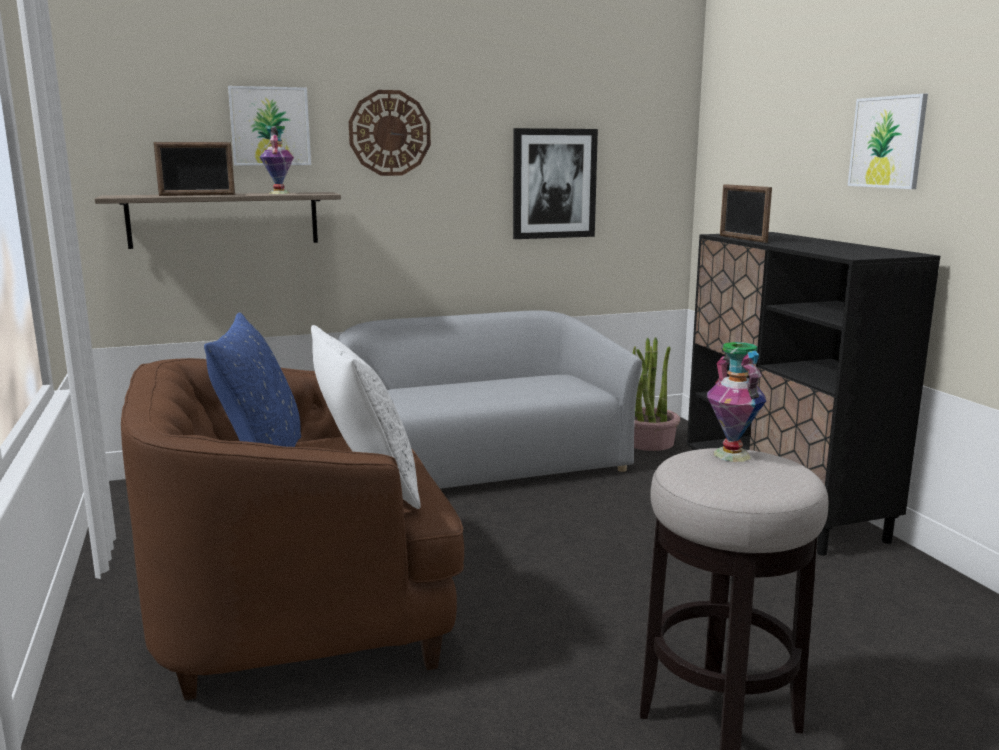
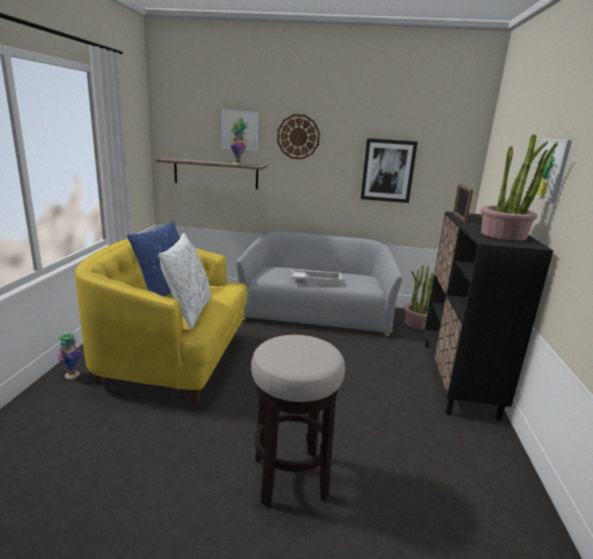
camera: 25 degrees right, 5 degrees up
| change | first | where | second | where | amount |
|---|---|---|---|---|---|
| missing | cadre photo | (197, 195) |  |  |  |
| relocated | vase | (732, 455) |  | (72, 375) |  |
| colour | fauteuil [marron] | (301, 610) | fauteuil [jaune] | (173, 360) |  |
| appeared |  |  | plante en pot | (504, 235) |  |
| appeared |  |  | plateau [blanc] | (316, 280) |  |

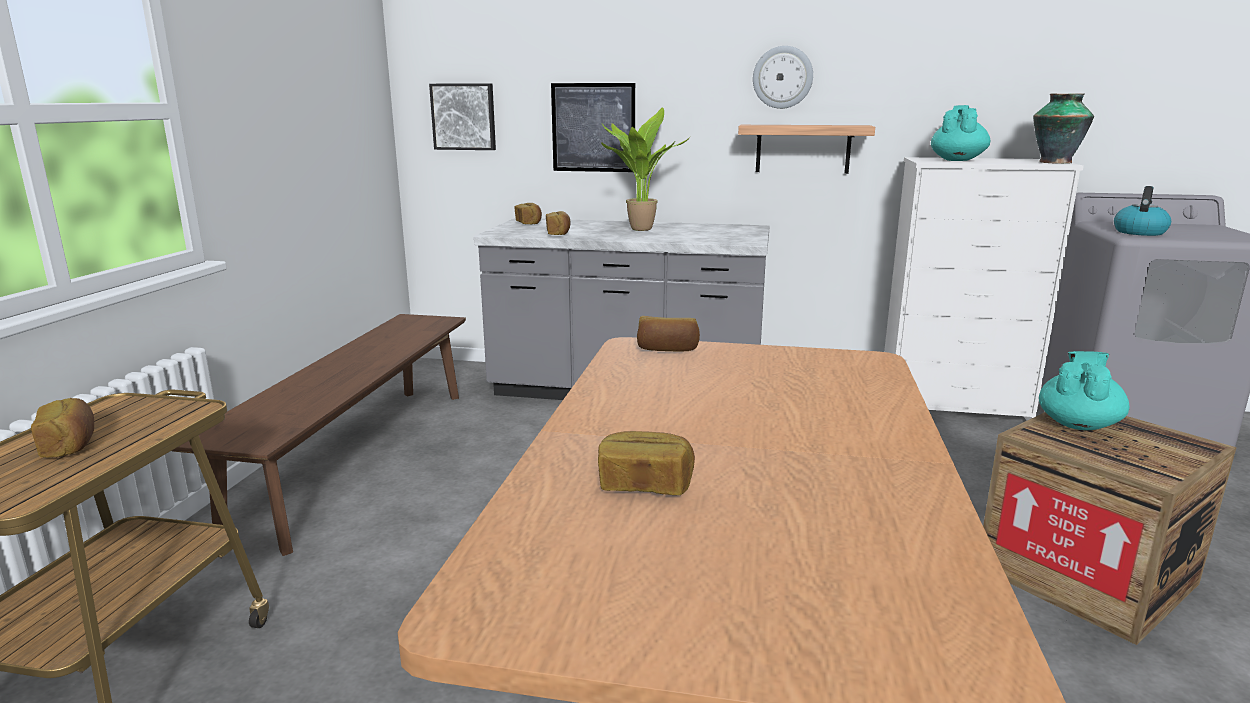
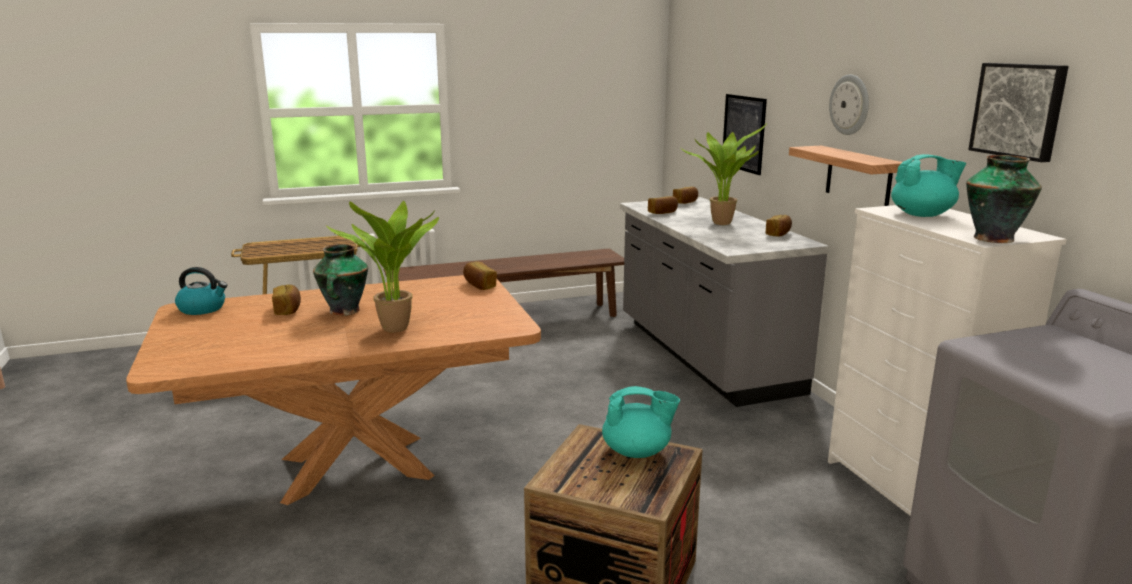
camera: 60 degrees right, 0 degrees up
| change | first | where | second | where | amount |
|---|---|---|---|---|---|
| relocated | tableau | (464, 117) |  | (1019, 110) |  |
| relocated | bouilloire | (1139, 232) |  | (203, 309) |  |
| relocated | pain | (70, 445) |  | (778, 234) |  |
| appeared |  |  | plante en pot | (398, 330) |  |
| appeared |  |  | vase | (344, 311) |  |

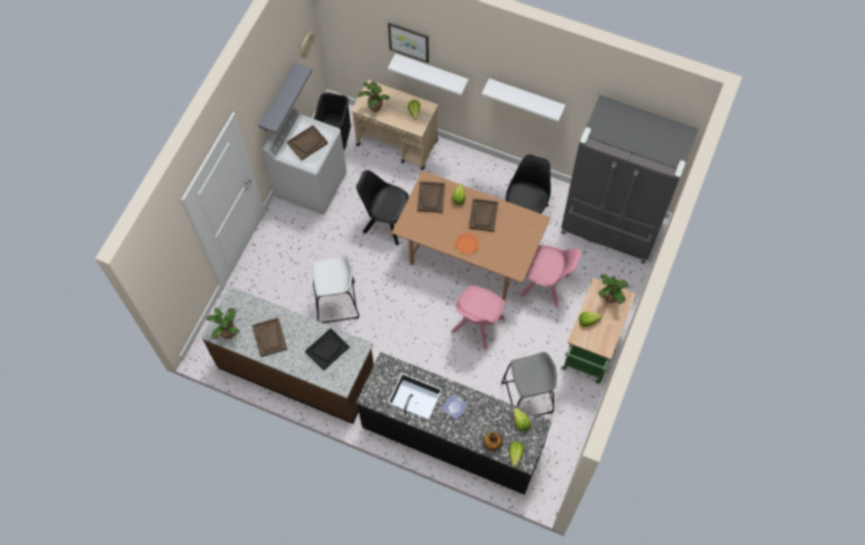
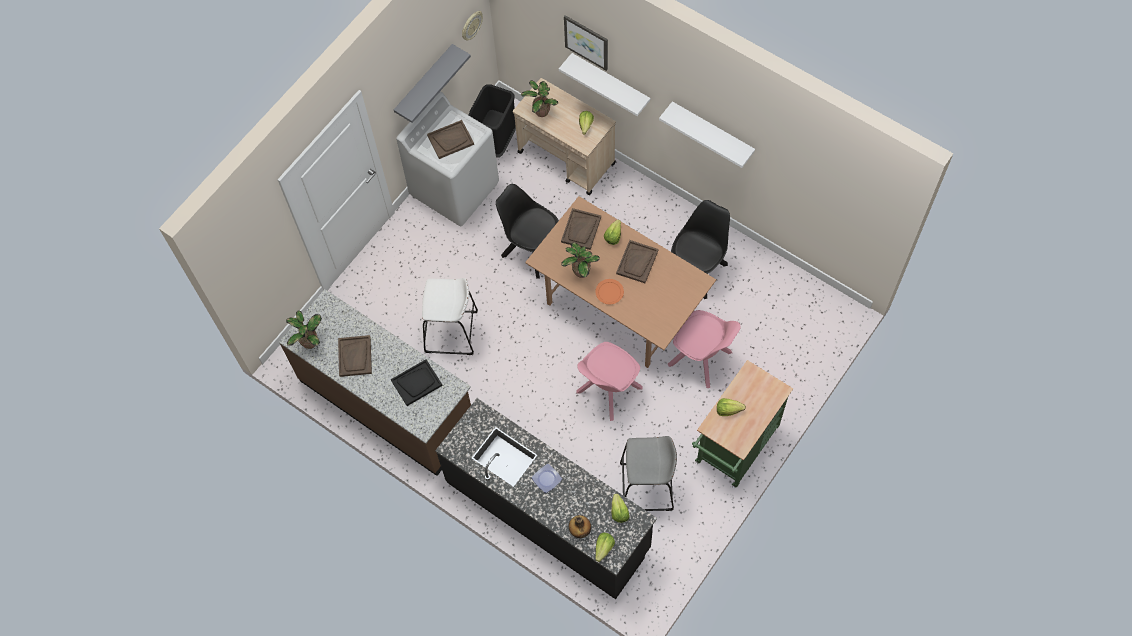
camera: 15 degrees right, 0 degrees up
| change | first | where | second | where | amount |
|---|---|---|---|---|---|
| missing | réfrigérateur [gris] | (611, 227) |  |  |  |
| relocated | plante en pot | (609, 297) |  | (580, 271) |  |

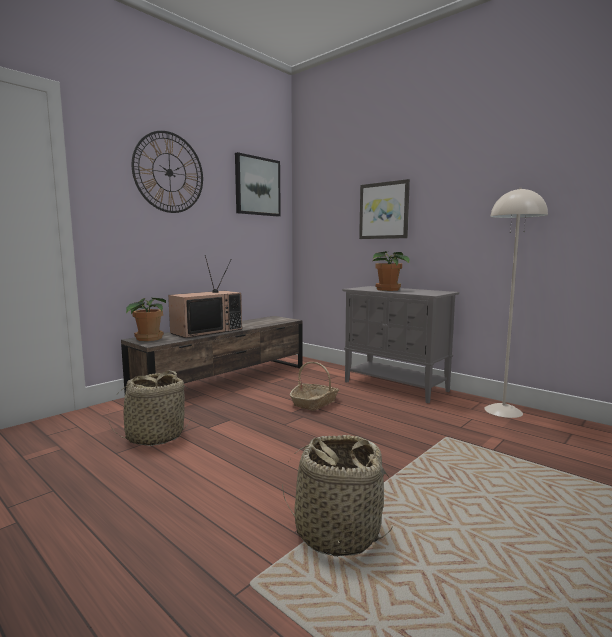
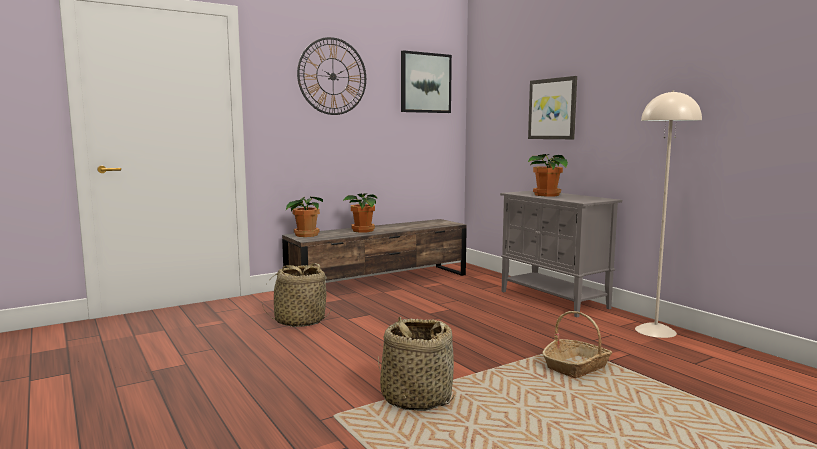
camera: 15 degrees right, 0 degrees up
| change | first | where | second | where | amount |
|---|---|---|---|---|---|
| exchanged | téléviseur | (207, 331) | plante en pot | (362, 230) |  |
| relocated | panier | (314, 403) |  | (576, 367) |  |

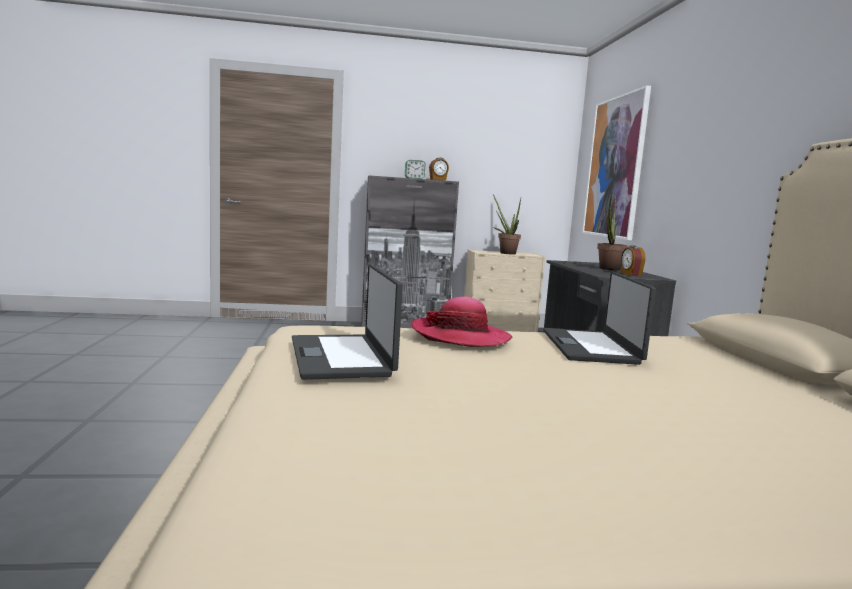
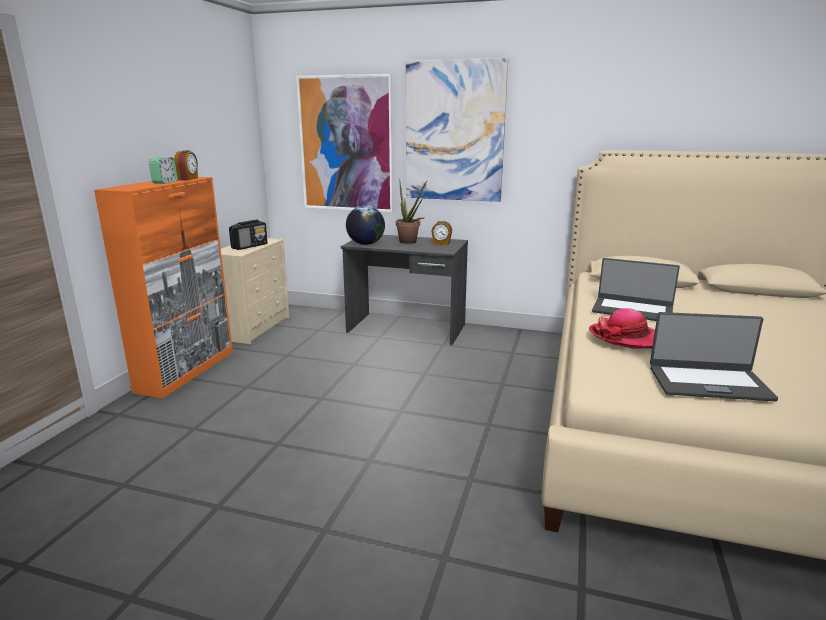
camera: 65 degrees left, 10 degrees up
| change | first | where | second | where | amount |
|---|---|---|---|---|---|
| colour | meuble de rangement [gris] | (405, 327) | meuble de rangement [orange] | (187, 370) |  |
| exchanged | plante en pot | (505, 253) | radio | (250, 246) |  |
| appeared |  |  | tableau | (454, 132) |  |
| appeared |  |  | globe | (365, 244) |  |

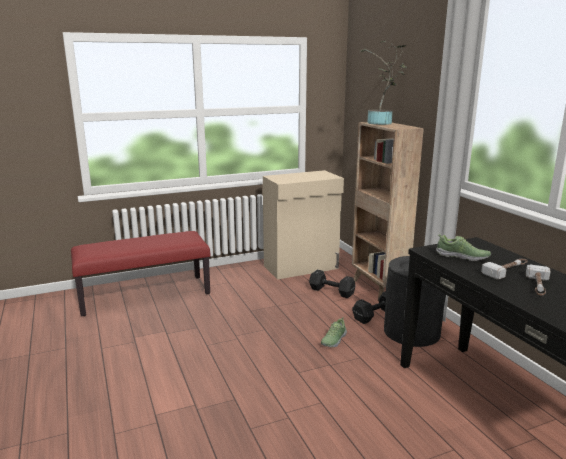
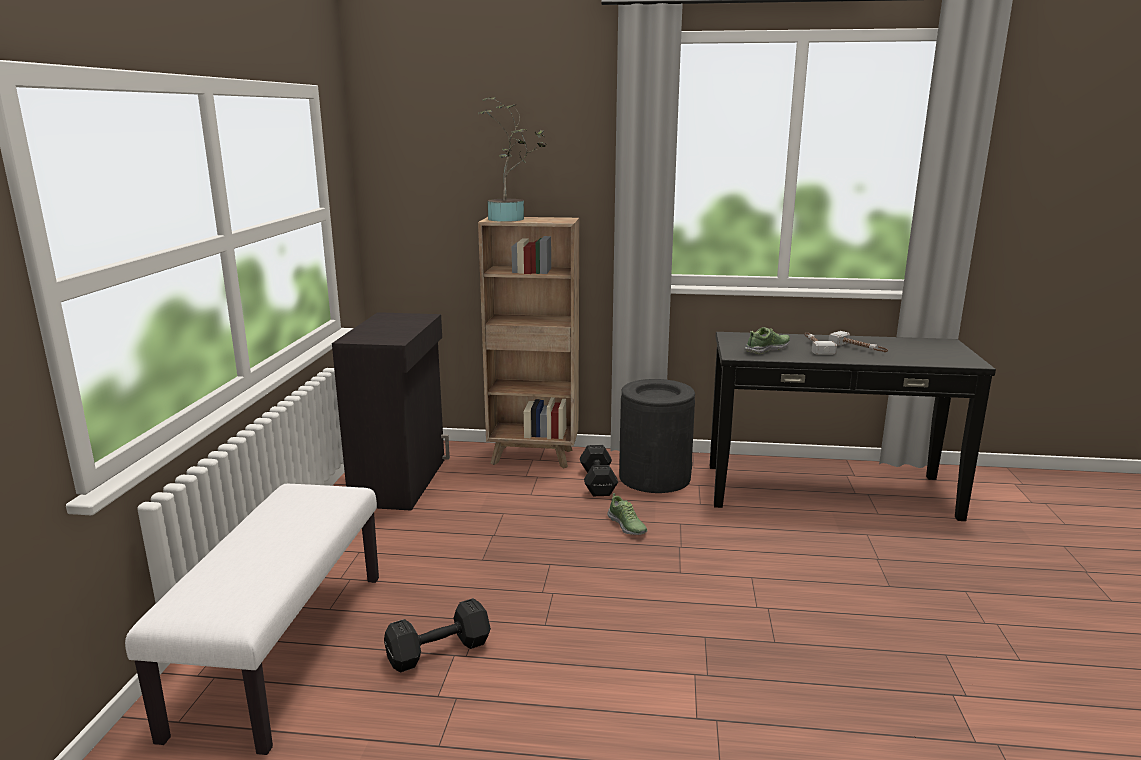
camera: 60 degrees left, 0 degrees up
| change | first | where | second | where | amount |
|---|---|---|---|---|---|
| colour | meuble de rangement [beige] | (302, 267) | meuble de rangement [noir] | (401, 481) |  |
| colour | banc [rouge] | (145, 295) | banc [blanc] | (282, 649) |  |
| relocated | haltère [noir] | (331, 291) |  | (436, 651) |  |

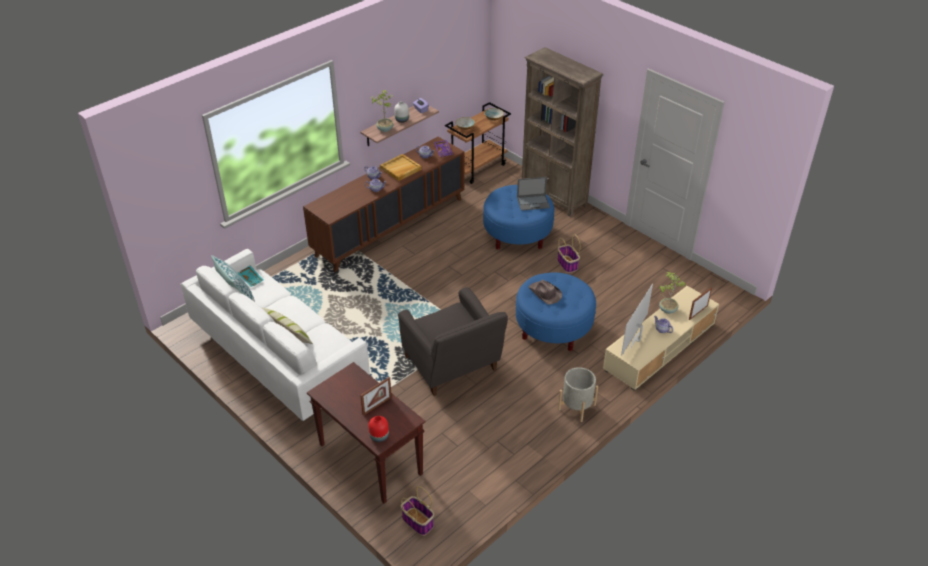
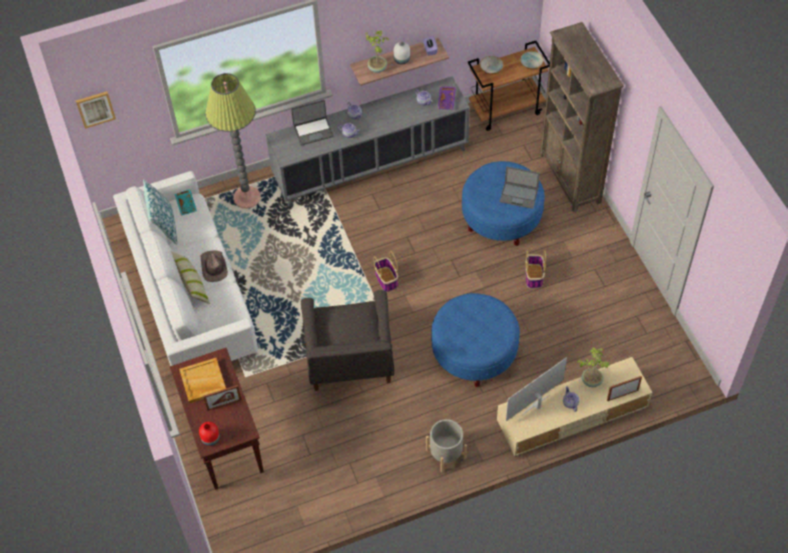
camera: 25 degrees right, 15 degrees up
| change | first | where | second | where | amount |
|---|---|---|---|---|---|
| colour | meuble de rangement [marron] | (389, 227) | meuble de rangement [gris] | (370, 165) |  |
| relocated | plateau [beige] | (400, 169) |  | (203, 382) |  |
| relocated | chapeau [marron] | (545, 293) |  | (213, 267) |  |
| relocated | panier | (418, 522) |  | (386, 280) |  |
| appeared |  |  | lampadaire | (247, 198) |  |
| appeared |  |  | tableau | (95, 109) |  |
| appeared |  |  | ordinateur portable | (313, 131) |  |

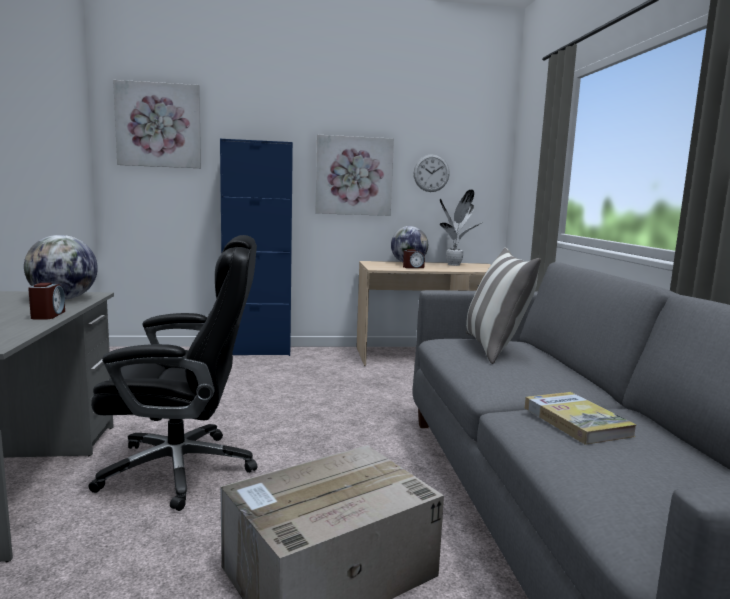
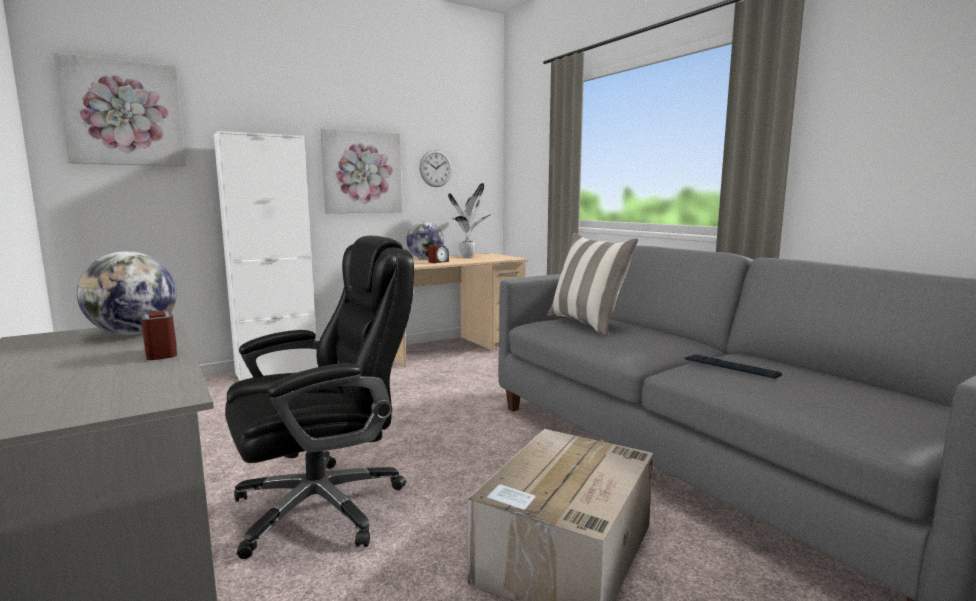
camera: 25 degrees left, 0 degrees up
| change | first | where | second | where | amount |
|---|---|---|---|---|---|
| colour | meuble de rangement [bleu] | (257, 351) | meuble de rangement [blanc] | (277, 371) |  |
| exchanged | livre | (576, 421) | clavier | (731, 367) |  |

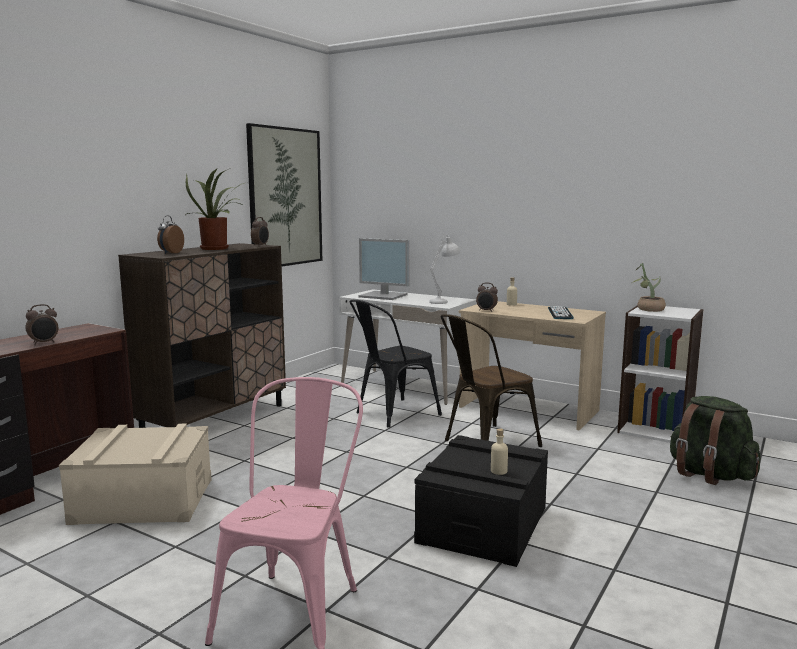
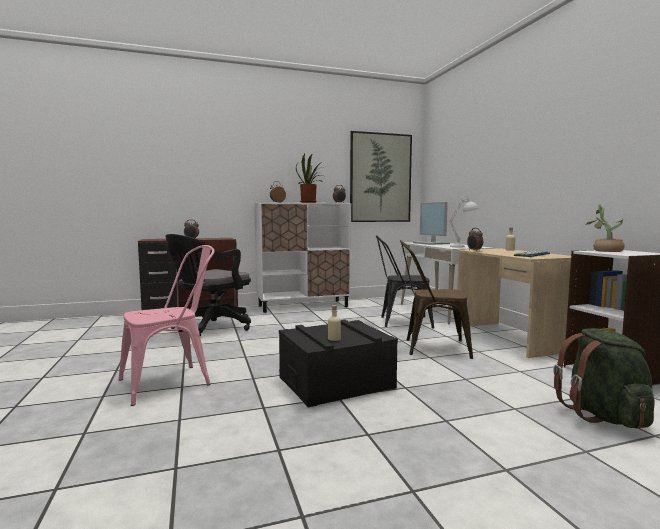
camera: 40 degrees right, 5 degrees down
| change | first | where | second | where | amount |
|---|---|---|---|---|---|
| colour | meuble de rangement [marron] | (216, 419) | meuble de rangement [blanc] | (303, 306) |  |
| exchanged | boîte de rangement [beige] | (143, 500) | chaise de bureau [noir] | (210, 327) |  |

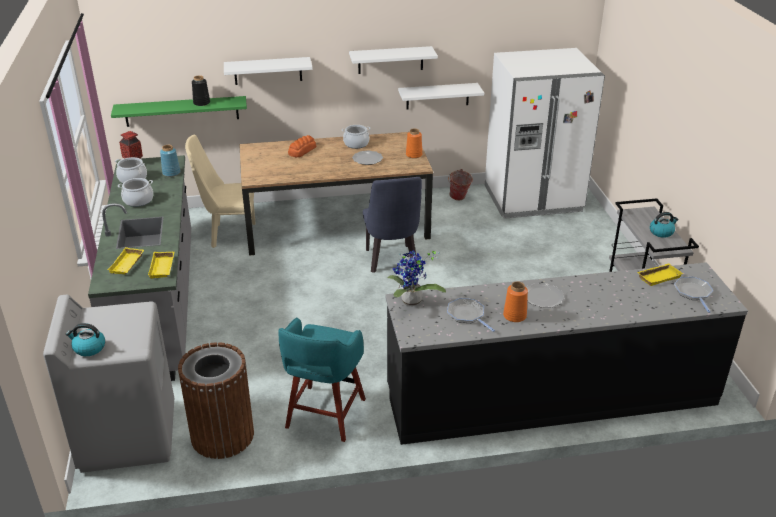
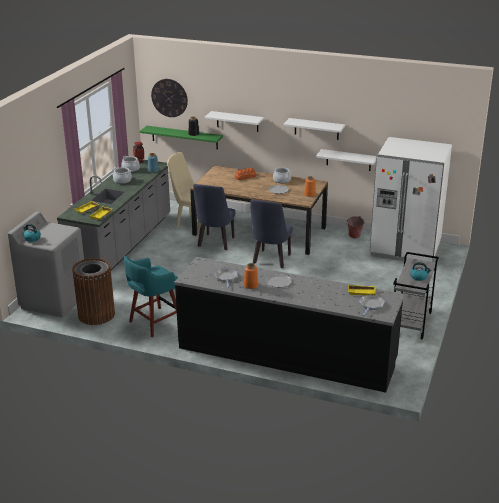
camera: 30 degrees right, 5 degrees down
| change | first | where | second | where | amount |
|---|---|---|---|---|---|
| missing | plante en pot | (411, 303) |  |  |  |
| appeared |  |  | horloge murale | (169, 98) |  |
| appeared |  |  | chaise [bleu] | (215, 243) |  |

